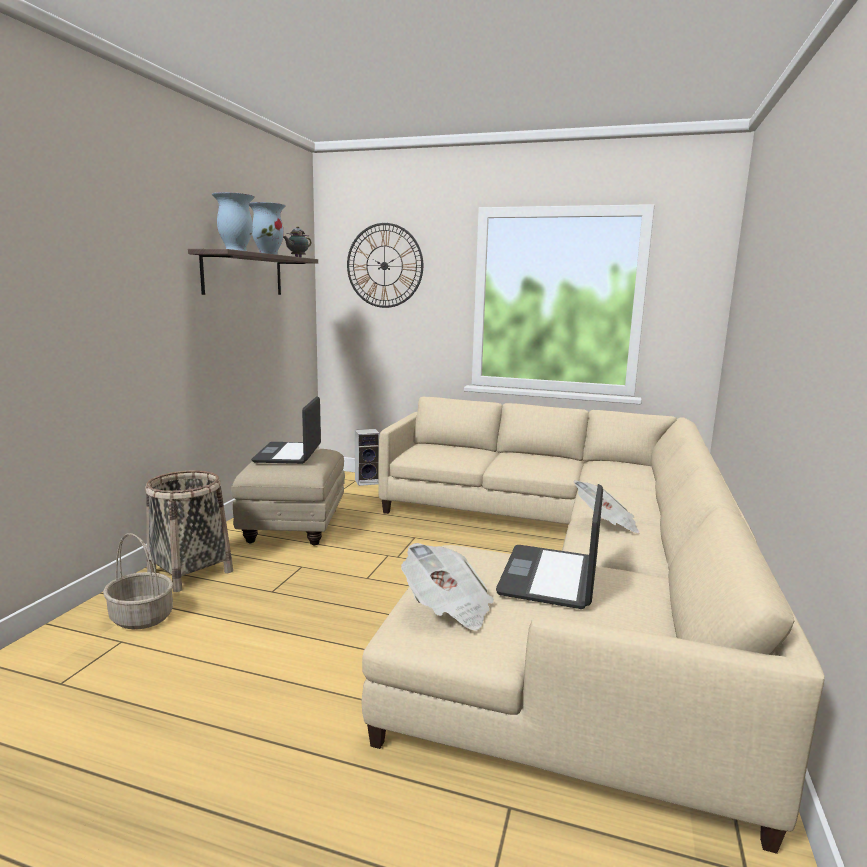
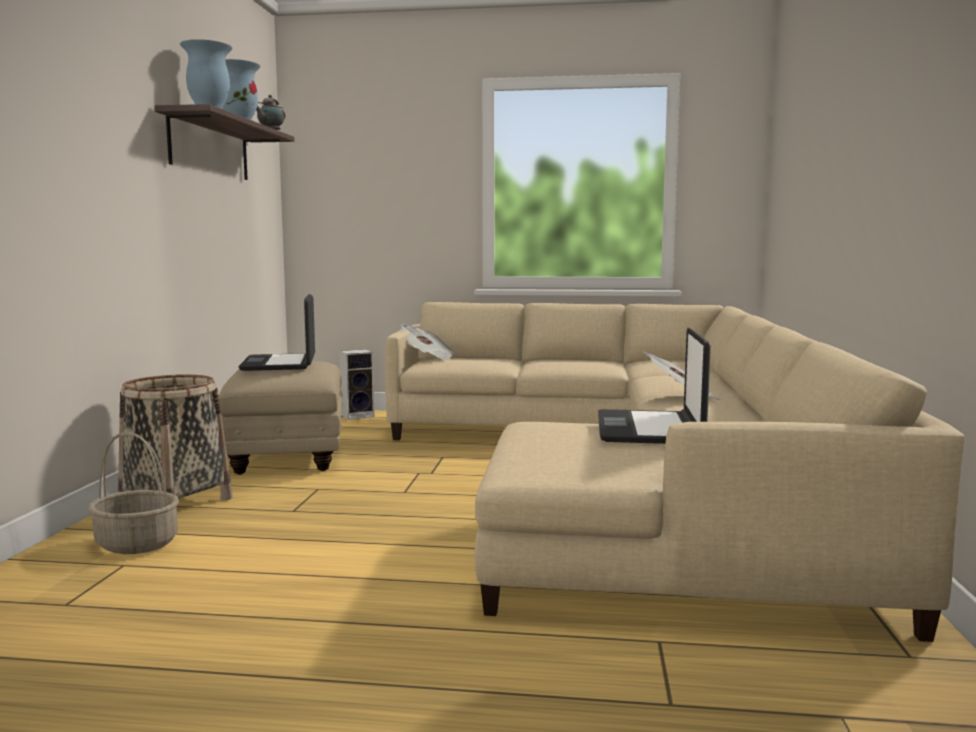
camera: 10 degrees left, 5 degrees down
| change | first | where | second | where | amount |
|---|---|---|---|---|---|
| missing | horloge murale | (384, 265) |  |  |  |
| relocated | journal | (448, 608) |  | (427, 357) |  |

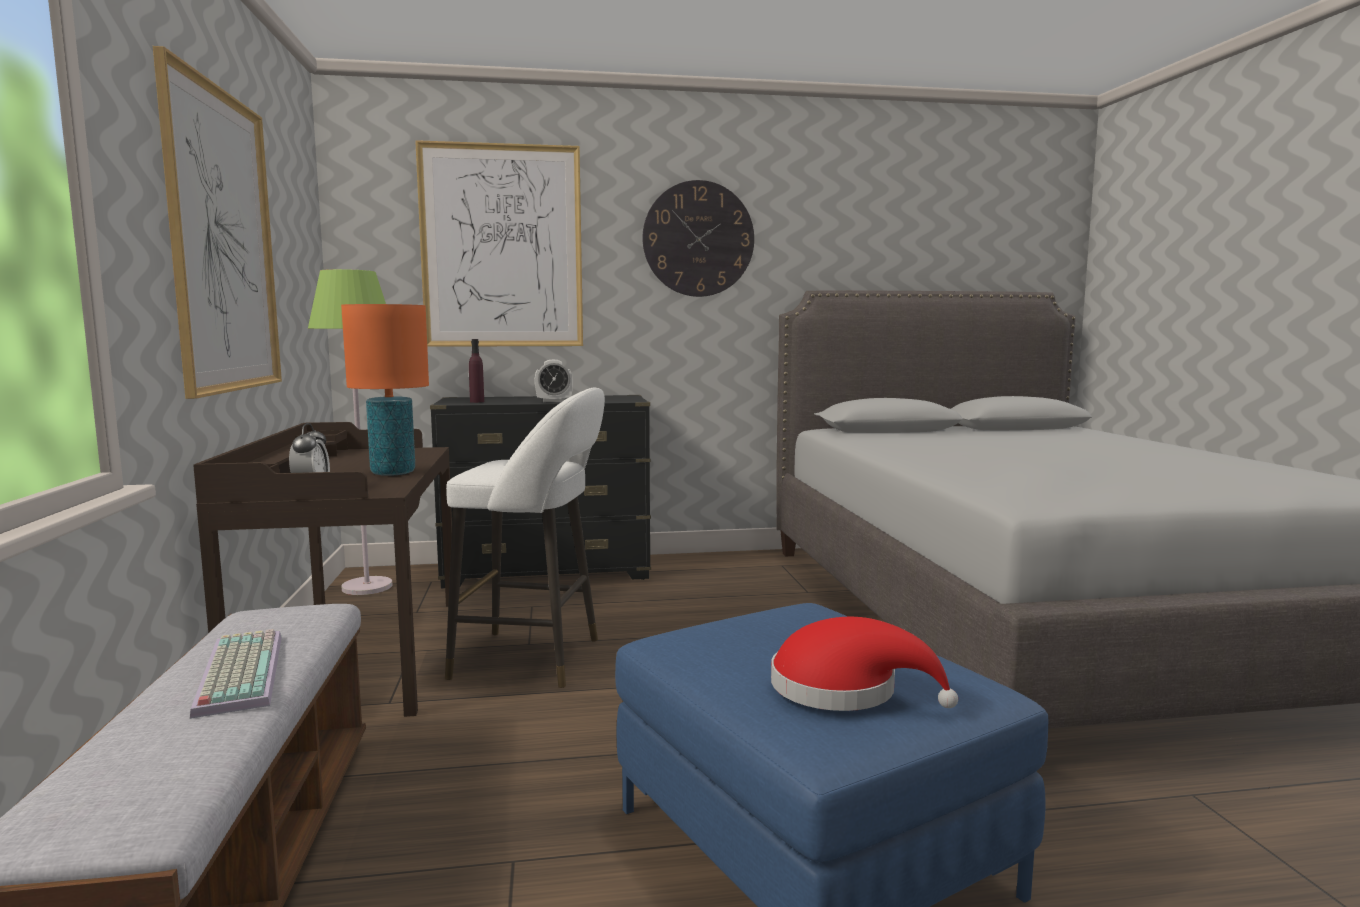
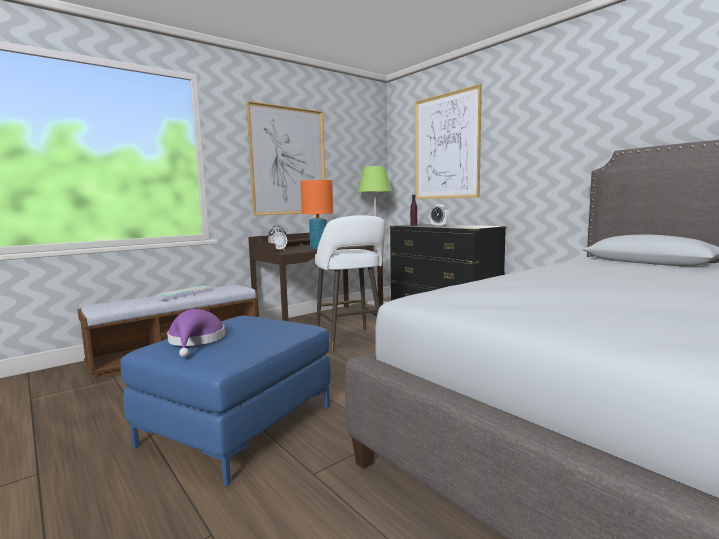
camera: 60 degrees right, 0 degrees up
| change | first | where | second | where | amount |
|---|---|---|---|---|---|
| missing | horloge murale | (698, 239) |  |  |  |
| colour | chapeau [rouge] | (844, 689) | chapeau [violet] | (196, 341) |  |

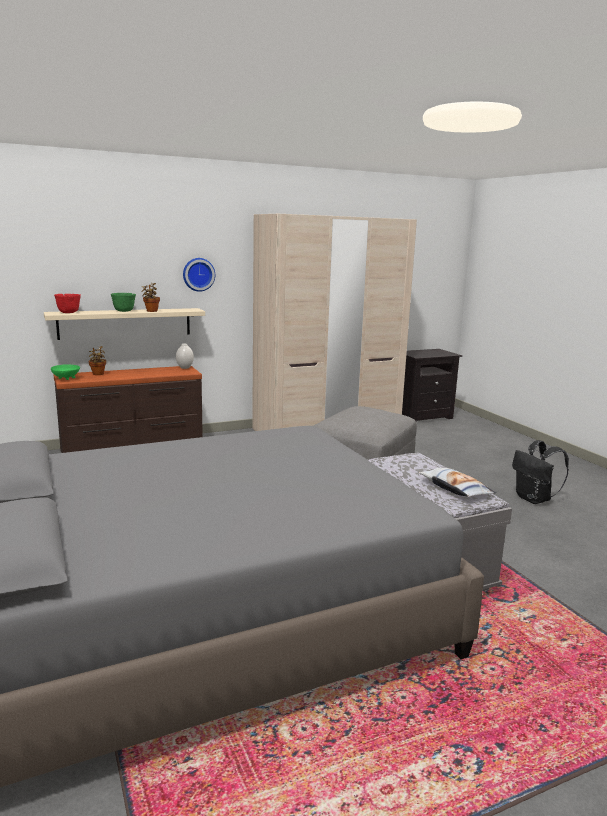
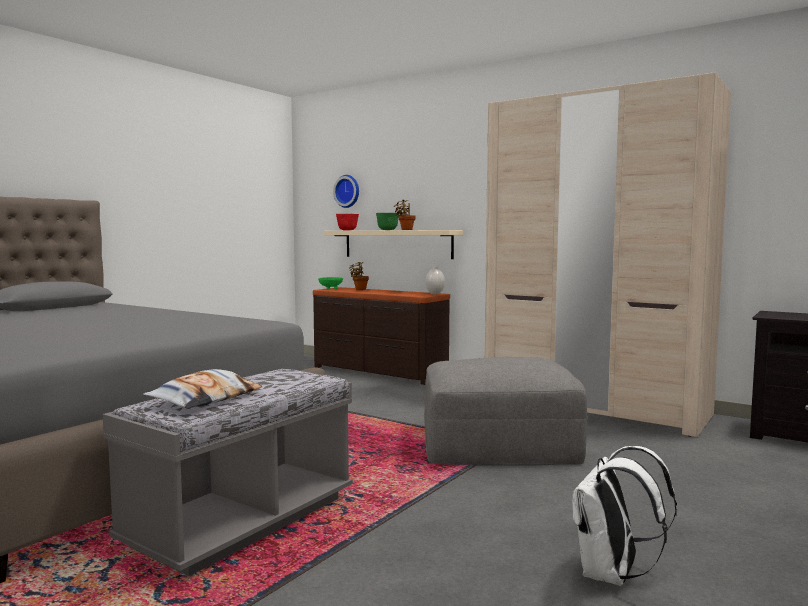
camera: 60 degrees right, 10 degrees down
| change | first | where | second | where | amount |
|---|---|---|---|---|---|
| relocated | horloge murale | (198, 274) |  | (348, 191) |  |
| colour | sac à dos [noir] | (534, 499) | sac à dos [blanc] | (612, 575) |  |

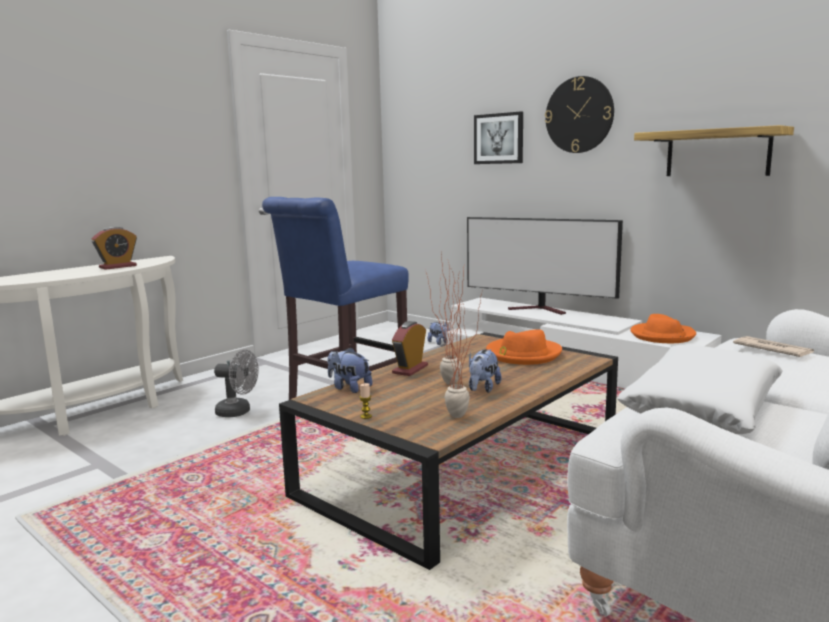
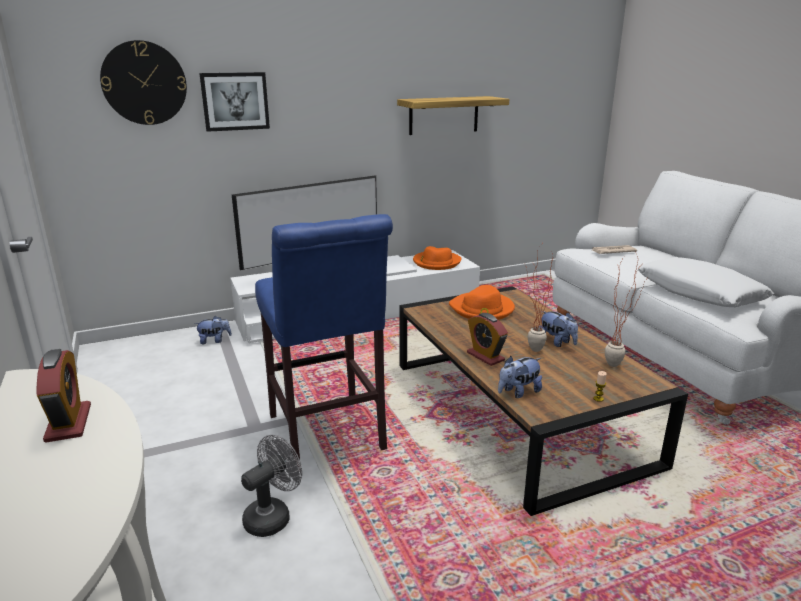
camera: 65 degrees left, 10 degrees up
| change | first | where | second | where | amount |
|---|---|---|---|---|---|
| relocated | horloge murale | (579, 115) |  | (144, 83) |  |

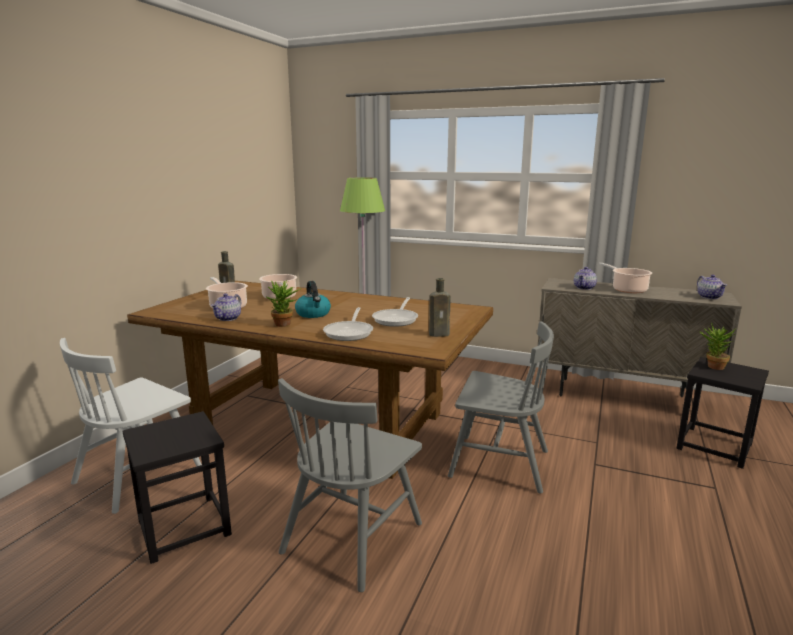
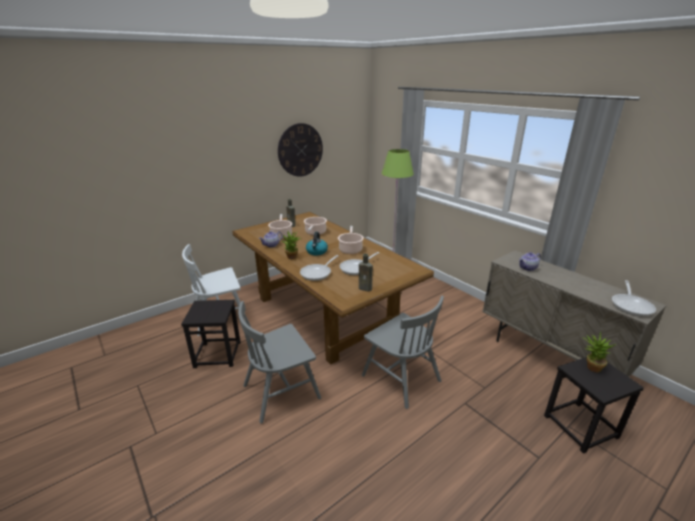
camera: 30 degrees right, 10 degrees up
| change | first | where | second | where | amount |
|---|---|---|---|---|---|
| relocated | marmite | (627, 290) |  | (350, 249) |  |
| exchanged | théière | (709, 297) | poêle | (631, 305) |  |
| appeared |  |  | horloge murale | (300, 150) |  |

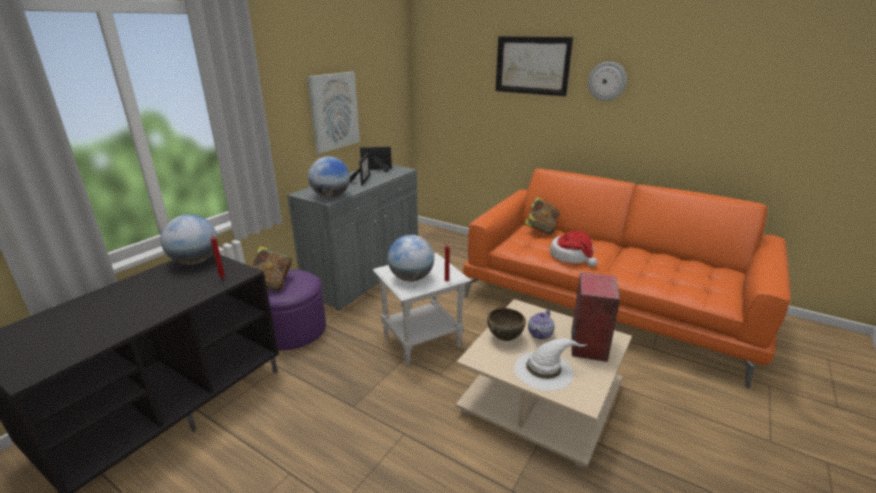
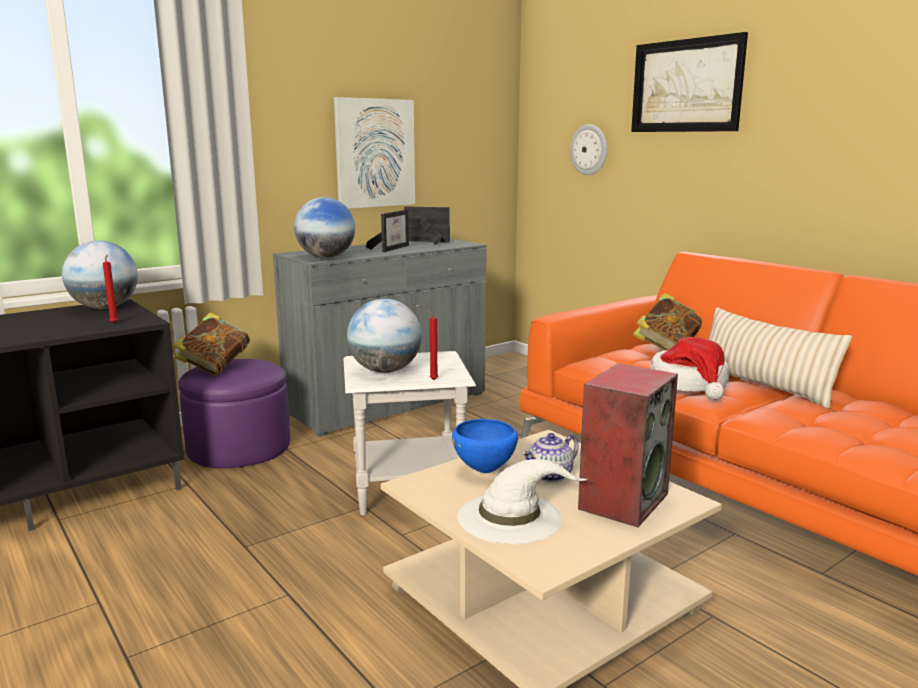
camera: 20 degrees right, 10 degrees down
| change | first | where | second | where | amount |
|---|---|---|---|---|---|
| relocated | horloge murale | (607, 81) |  | (589, 149) |  |
| colour | bol [marron] | (505, 338) | bol [bleu] | (485, 470) |  |
| appeared |  |  | coussin [beige] | (763, 385) |  |

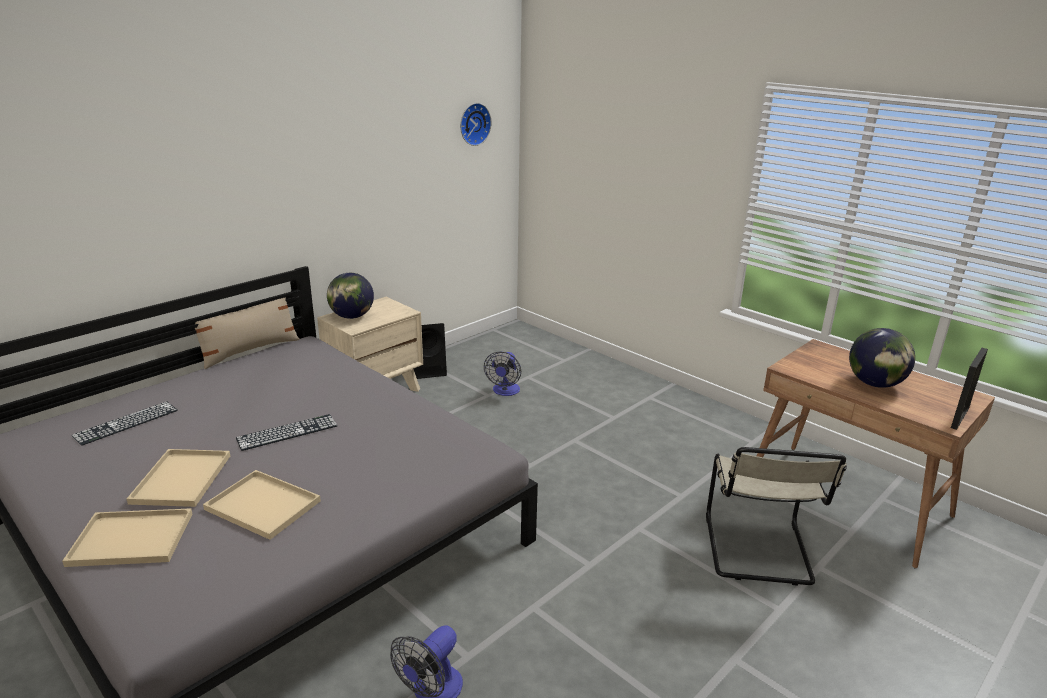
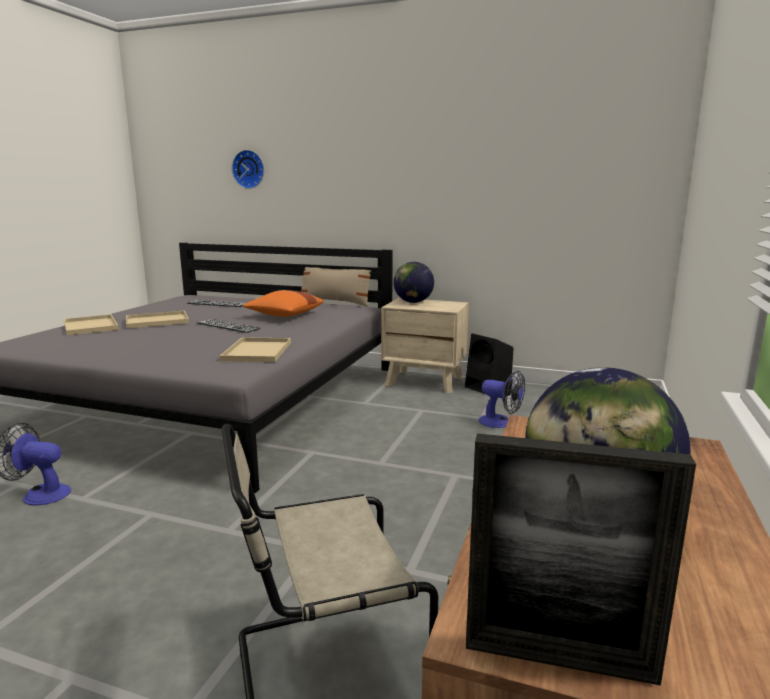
camera: 65 degrees right, 10 degrees down
| change | first | where | second | where | amount |
|---|---|---|---|---|---|
| relocated | horloge murale | (473, 124) |  | (249, 169) |  |
| spun | ventilateur | (505, 391) |  | (500, 423) | 135 degrees counterclockwise |
| relocated | plateau [beige] | (265, 505) |  | (257, 352) |  |
| appeared |  |  | coussin [orange] | (284, 315) |  |

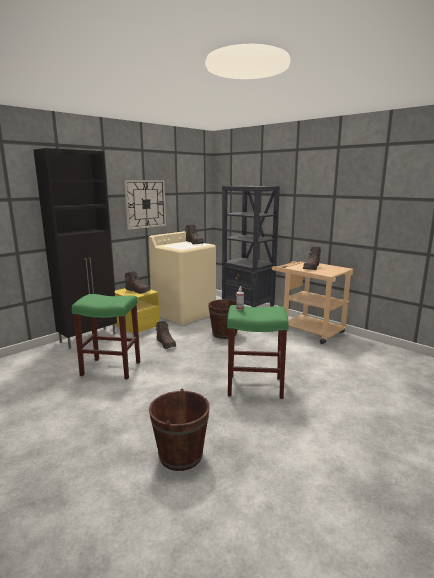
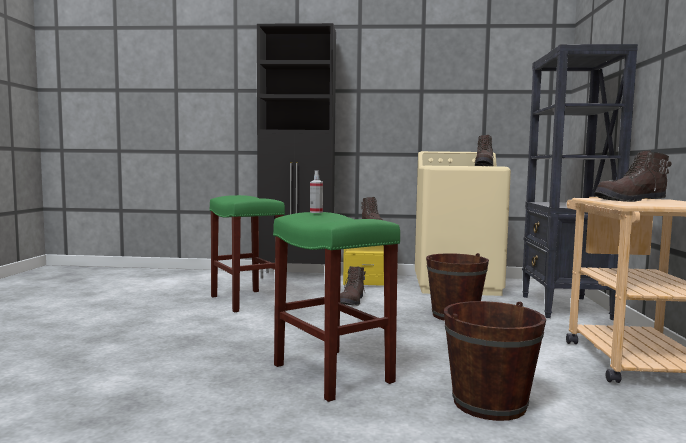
camera: 50 degrees right, 10 degrees down
| change | first | where | second | where | amount |
|---|---|---|---|---|---|
| missing | horloge murale | (145, 204) |  |  |  |
| relocated | seau [marron] | (181, 455) |  | (489, 404) |  |

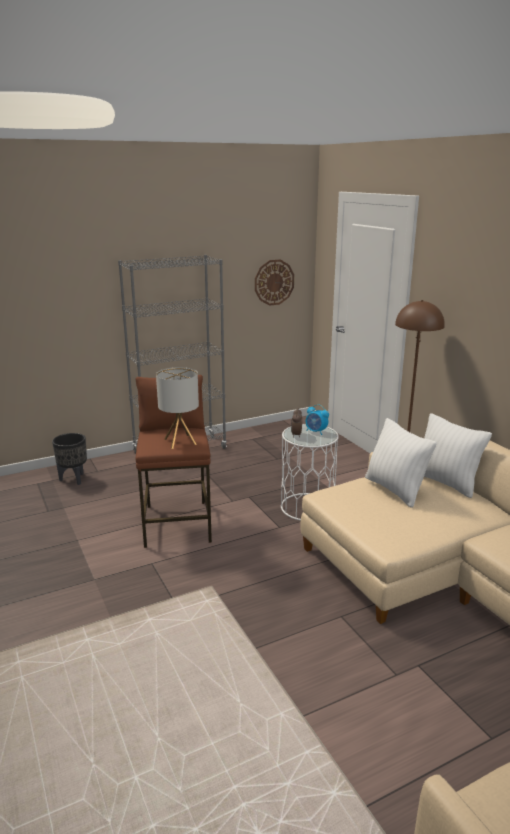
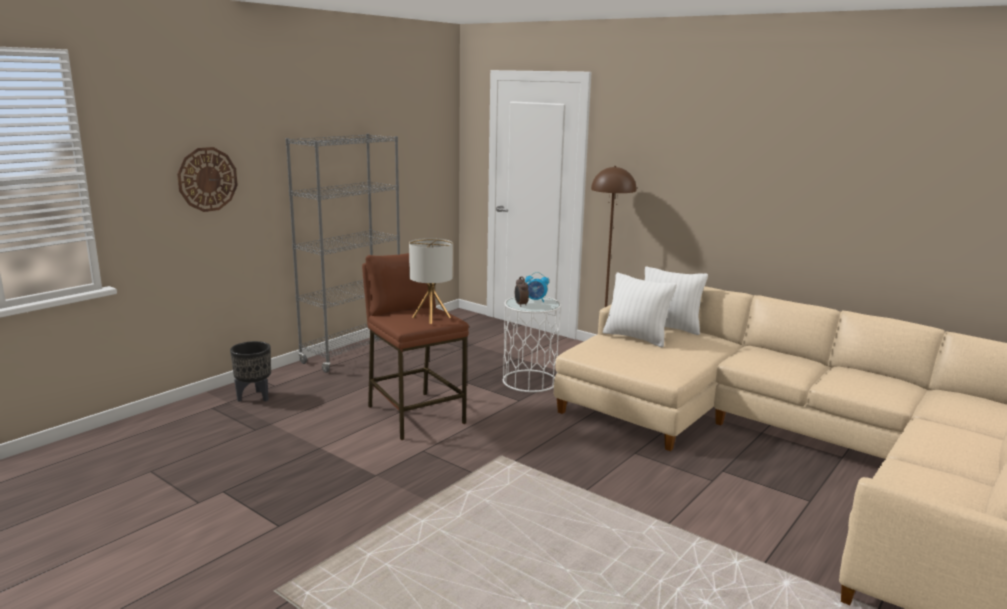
camera: 25 degrees left, 5 degrees down
| change | first | where | second | where | amount |
|---|---|---|---|---|---|
| relocated | horloge murale | (274, 282) |  | (207, 179) |  |

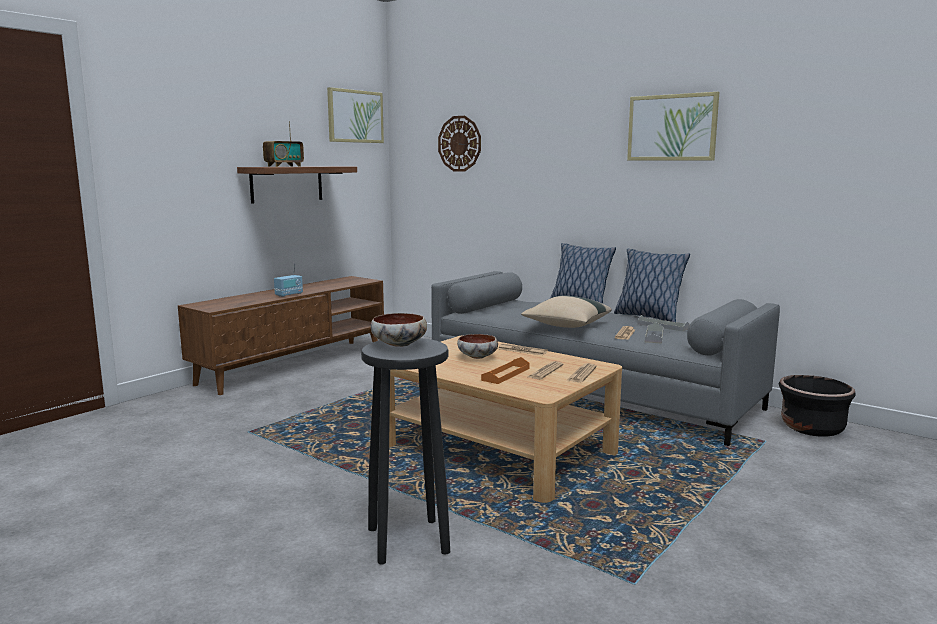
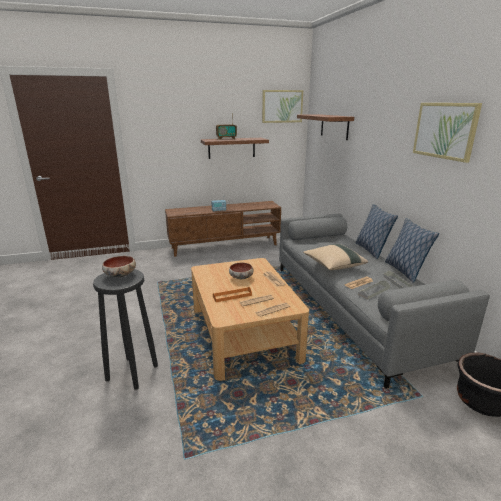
camera: 35 degrees right, 10 degrees up
| change | first | where | second | where | amount |
|---|---|---|---|---|---|
| exchanged | horloge murale | (459, 143) | étagère | (334, 126) |  |

